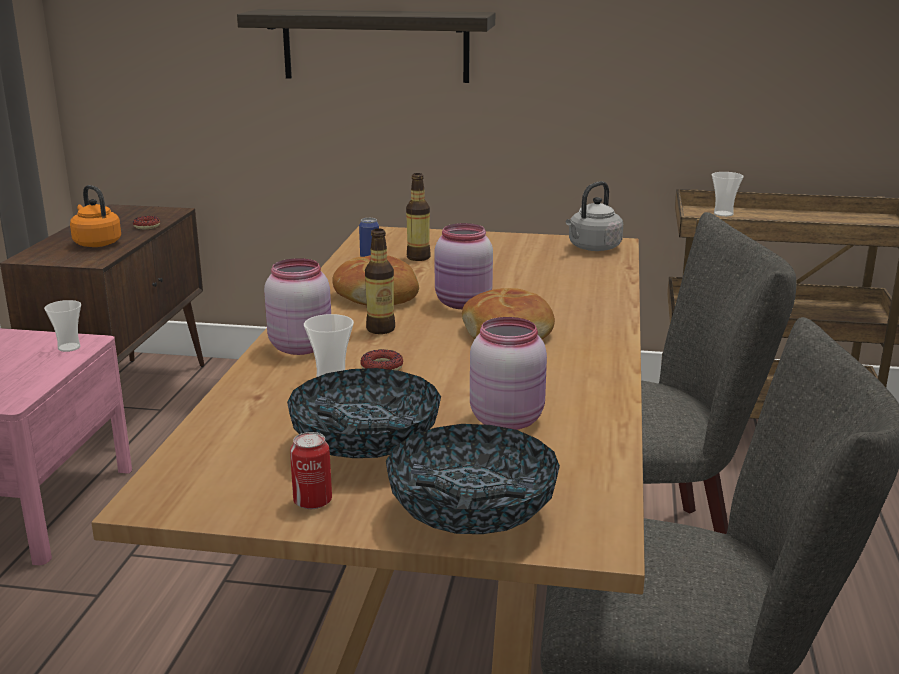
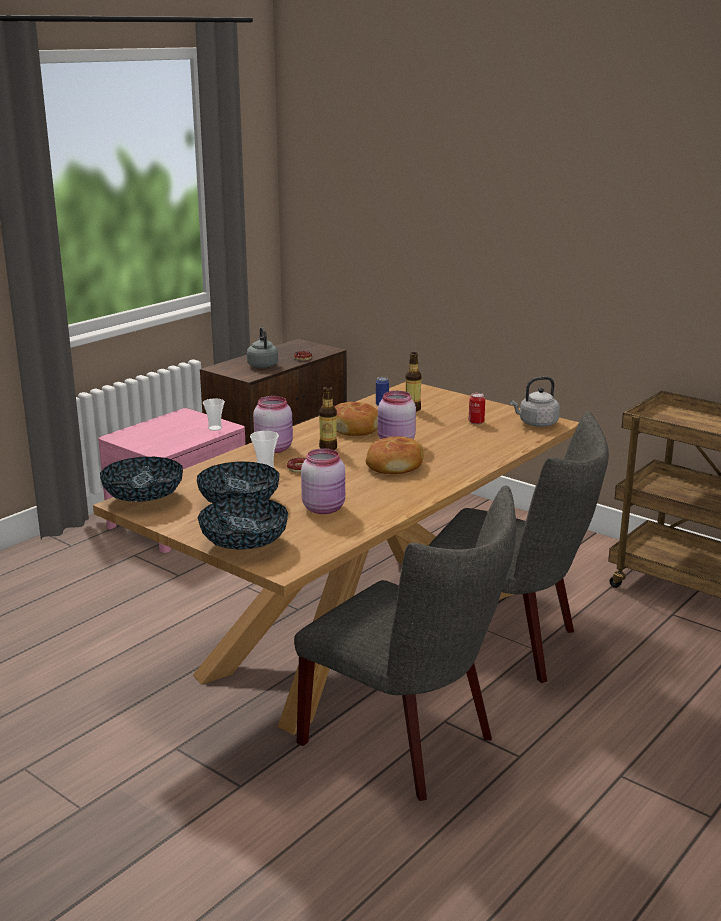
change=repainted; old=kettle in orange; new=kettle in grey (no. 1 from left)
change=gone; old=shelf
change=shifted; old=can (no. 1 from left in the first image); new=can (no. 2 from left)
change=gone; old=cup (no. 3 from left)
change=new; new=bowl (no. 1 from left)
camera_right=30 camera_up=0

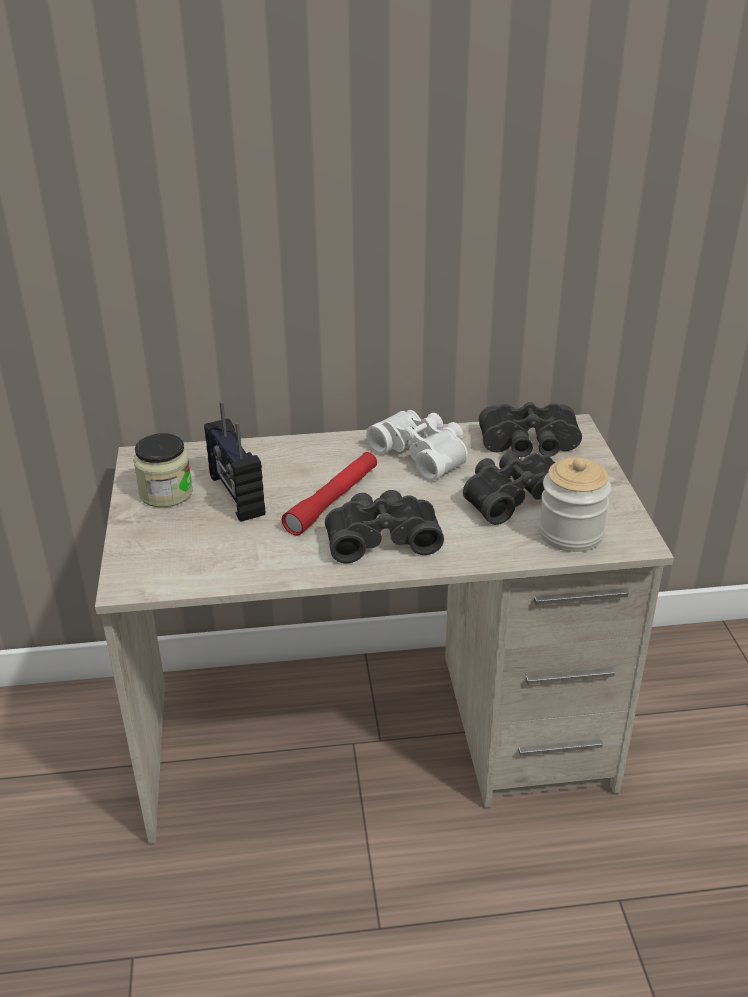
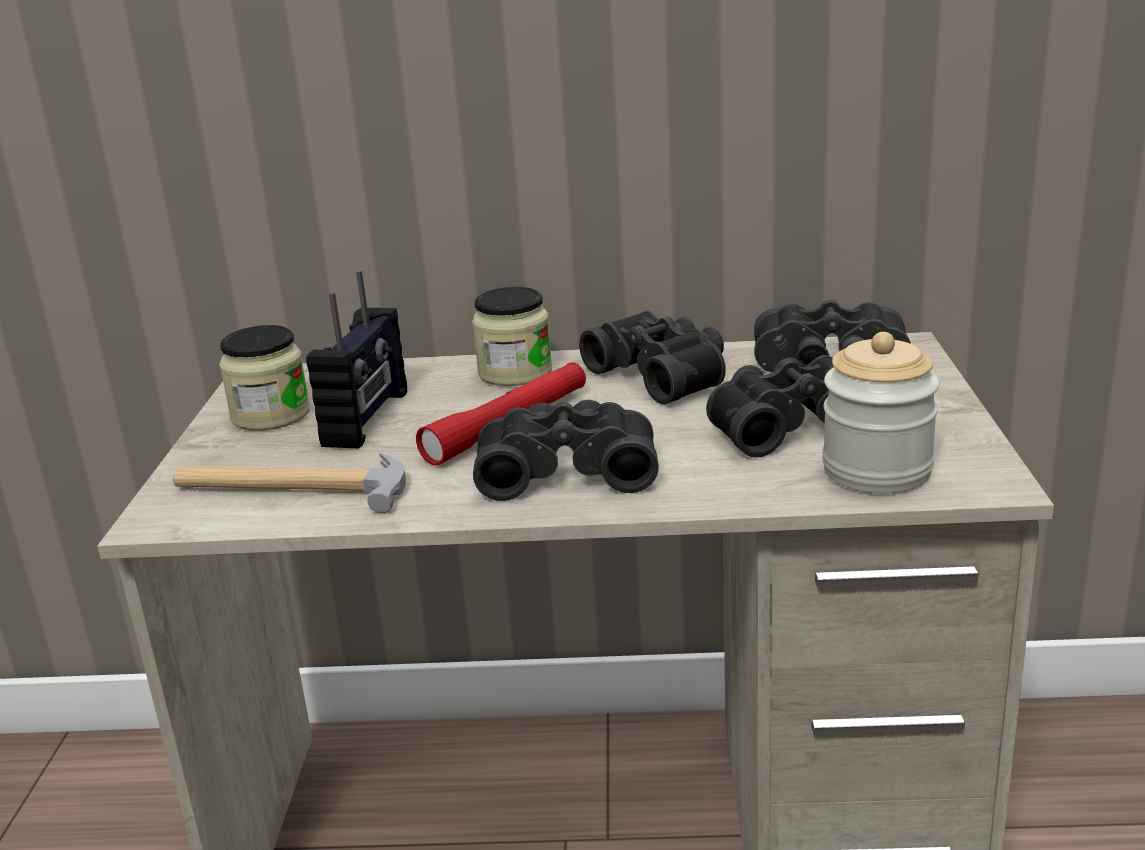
change=rotated; old=radio; degrees=-150
change=repainted; old=binoculars in white; new=binoculars in black (no. 2 from left)
change=new; new=hammer
change=new; new=jar (no. 2 from left)
camera_right=10 camera_up=-10

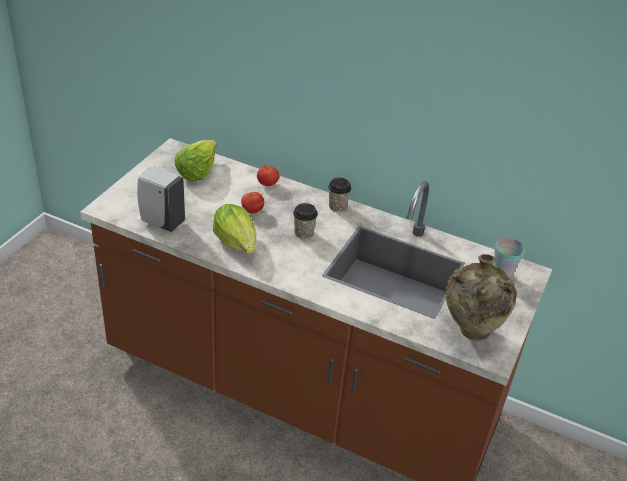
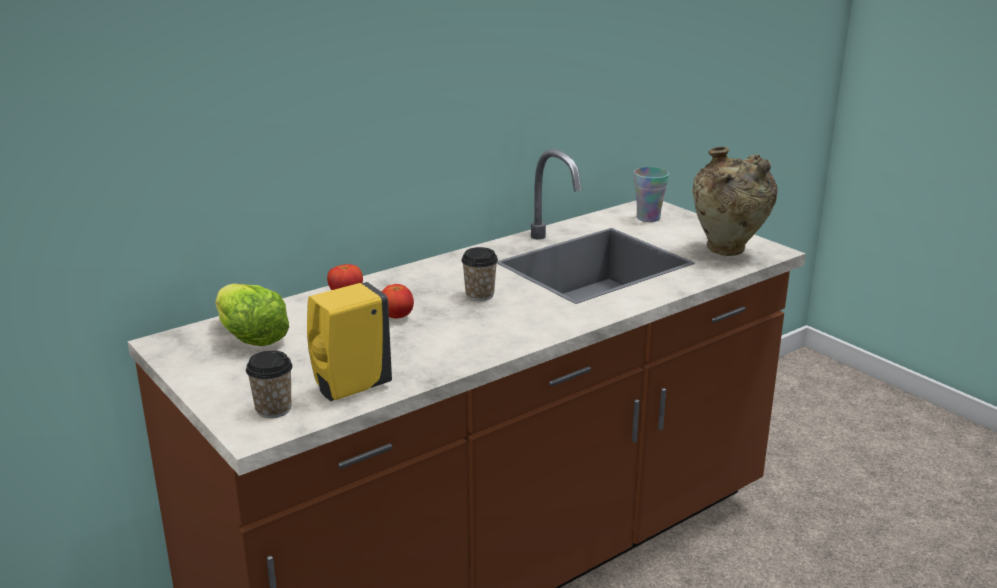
change=repainted; old=soap dispenser in white; new=soap dispenser in yellow
change=gone; old=lettuce (no. 2 from left)
change=shifted; old=cup (no. 2 from left in the first image); new=cup (no. 1 from left)
camera_right=-60 camera_up=-15

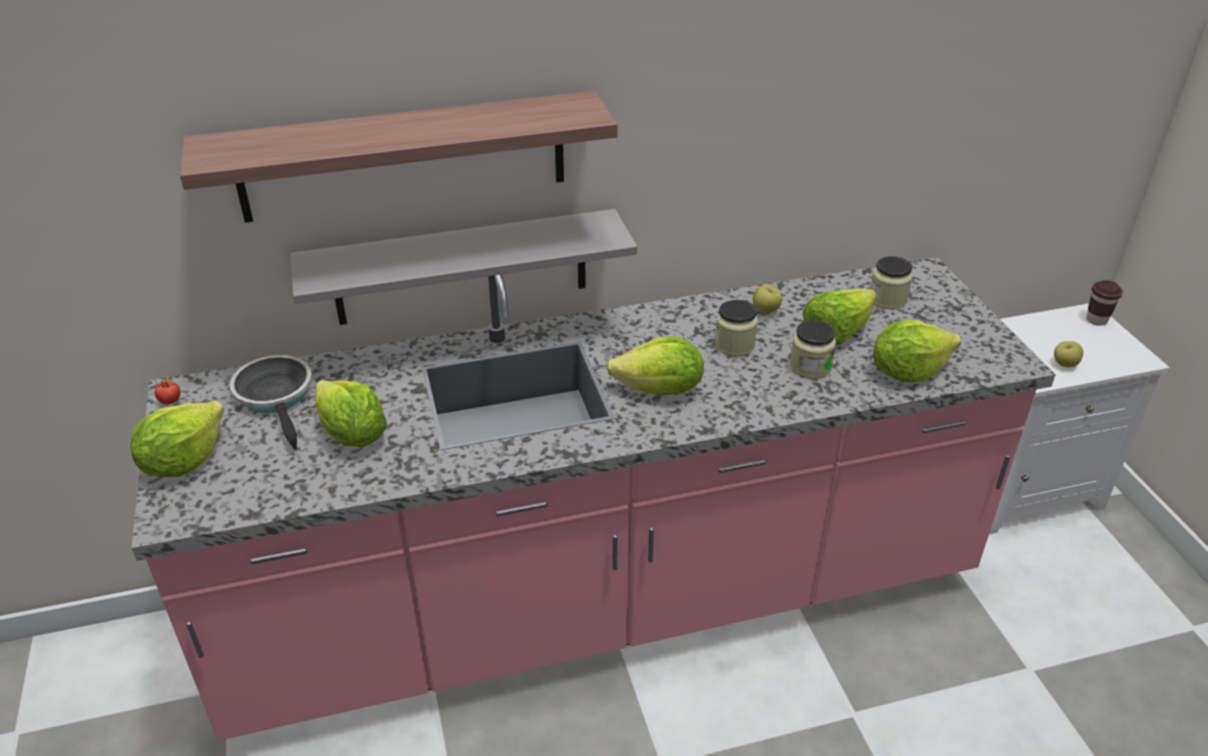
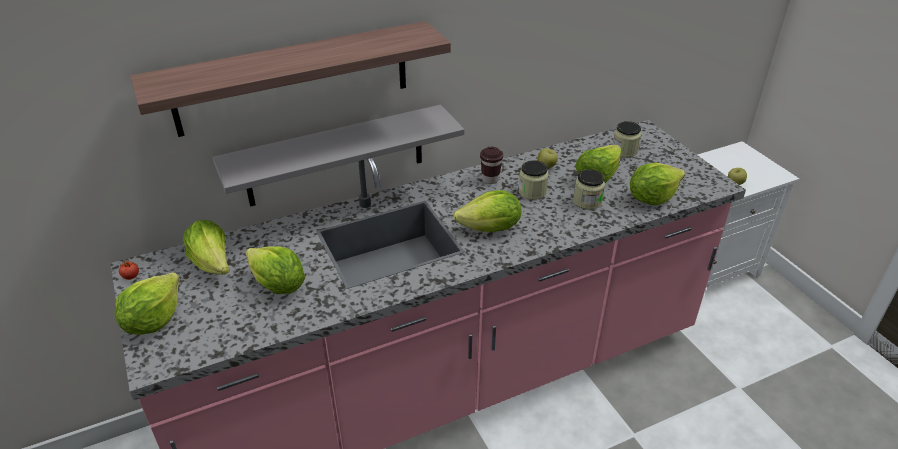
change=swapped; old=frying pan; new=lettuce (no. 2 from left)
change=shifted; old=cup in brown
camera_right=-10 camera_up=0

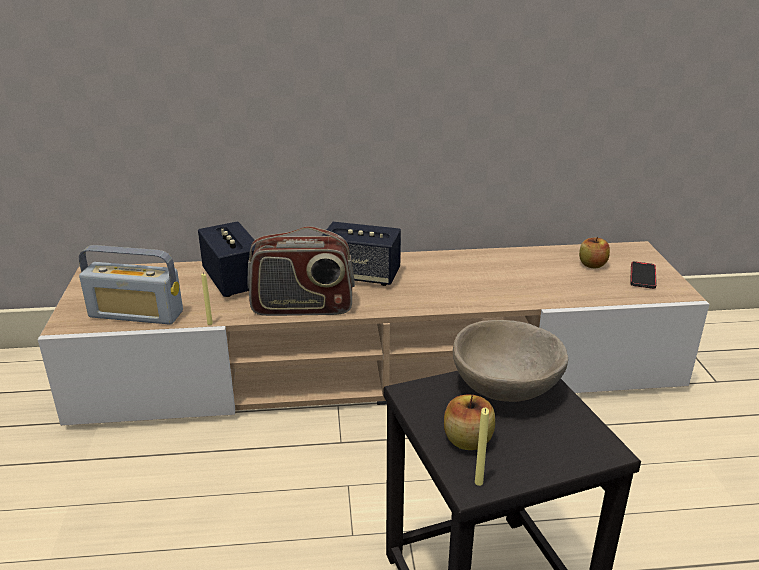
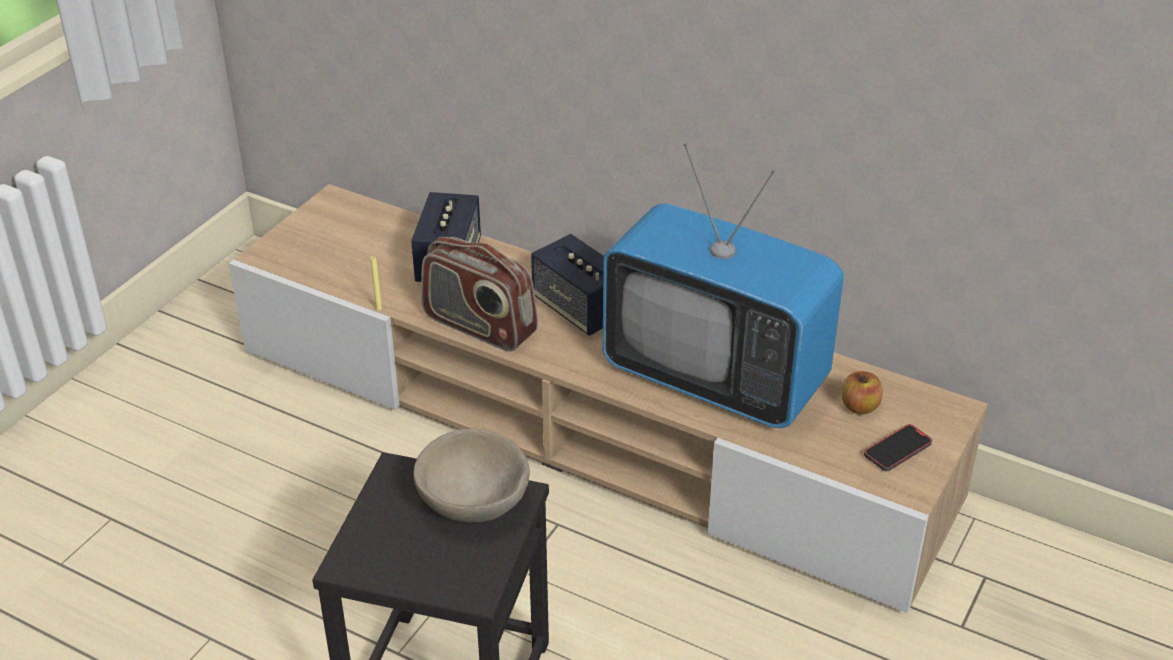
change=gone; old=radio (no. 1 from left)
change=gone; old=apple (no. 1 from left)
change=gone; old=candle in yellow (no. 2 from left)
change=new; new=television
camera_right=35 camera_up=10

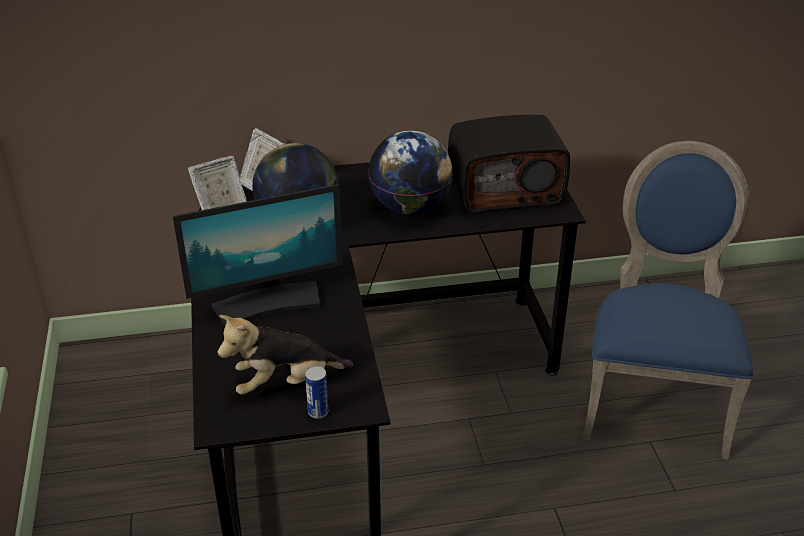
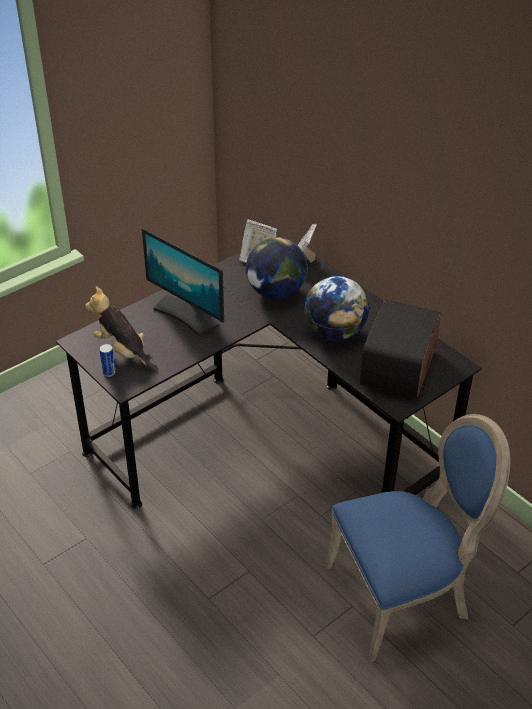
change=rotated; old=radio; degrees=60
camera_right=60 camera_up=5

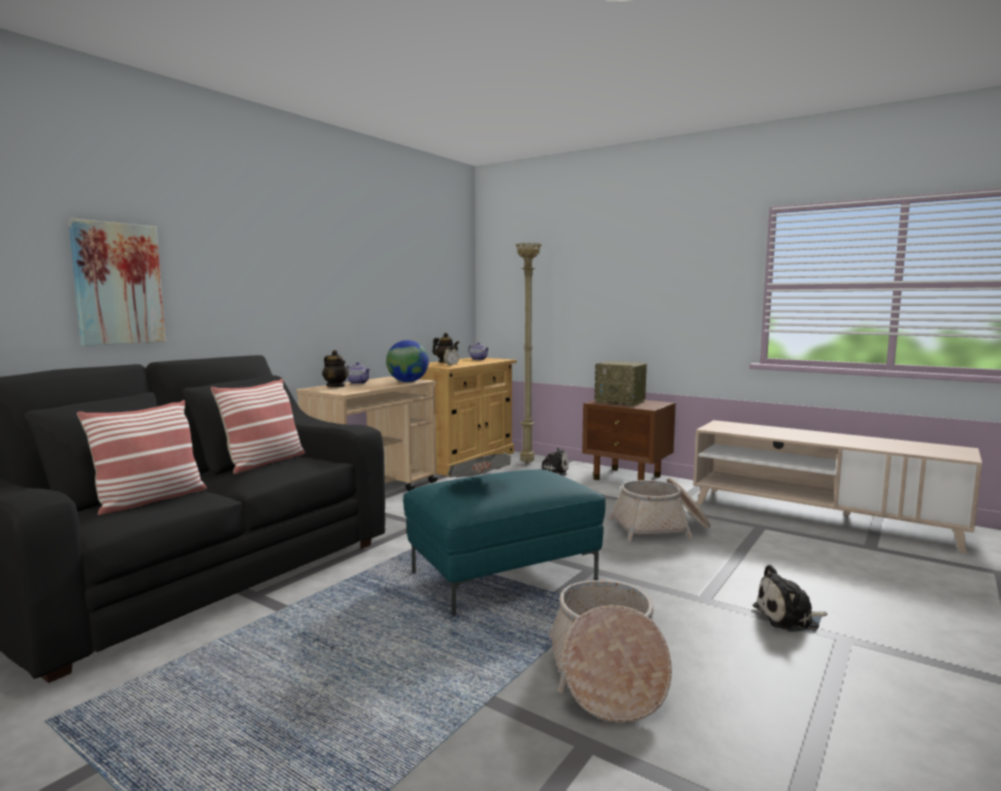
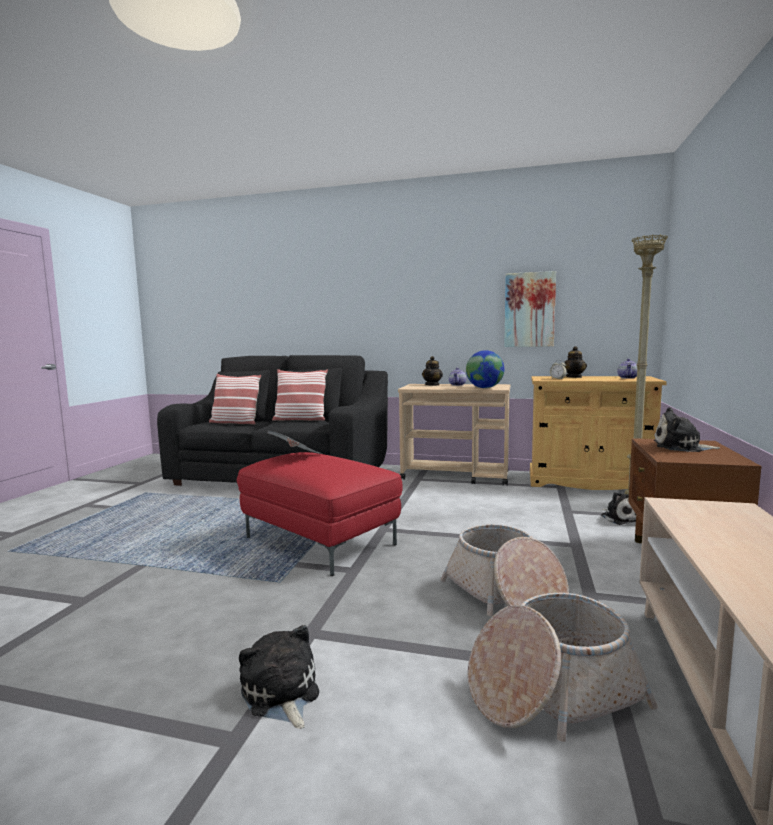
change=shifted; old=picture
change=repainted; old=ottoman in turquoise; new=ottoman in red
change=shifted; old=basket (no. 1 from left in the first image); new=basket (no. 2 from left)
change=swapped; old=radio; new=plush toy (no. 3 from left)
camera_right=70 camera_up=0

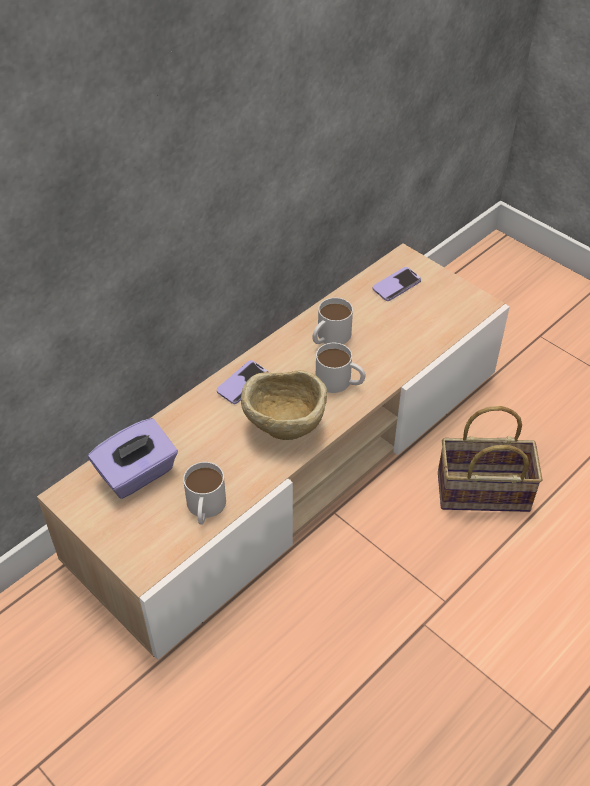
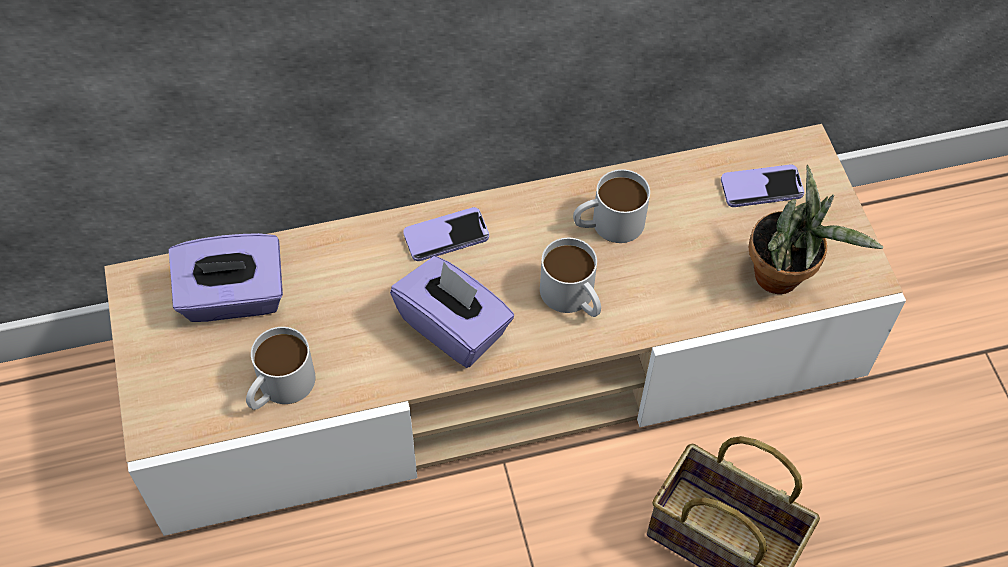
change=swapped; old=bowl in beige; new=tissue box in purple (no. 2 from left)
change=new; new=potted plant
camera_right=30 camera_up=10

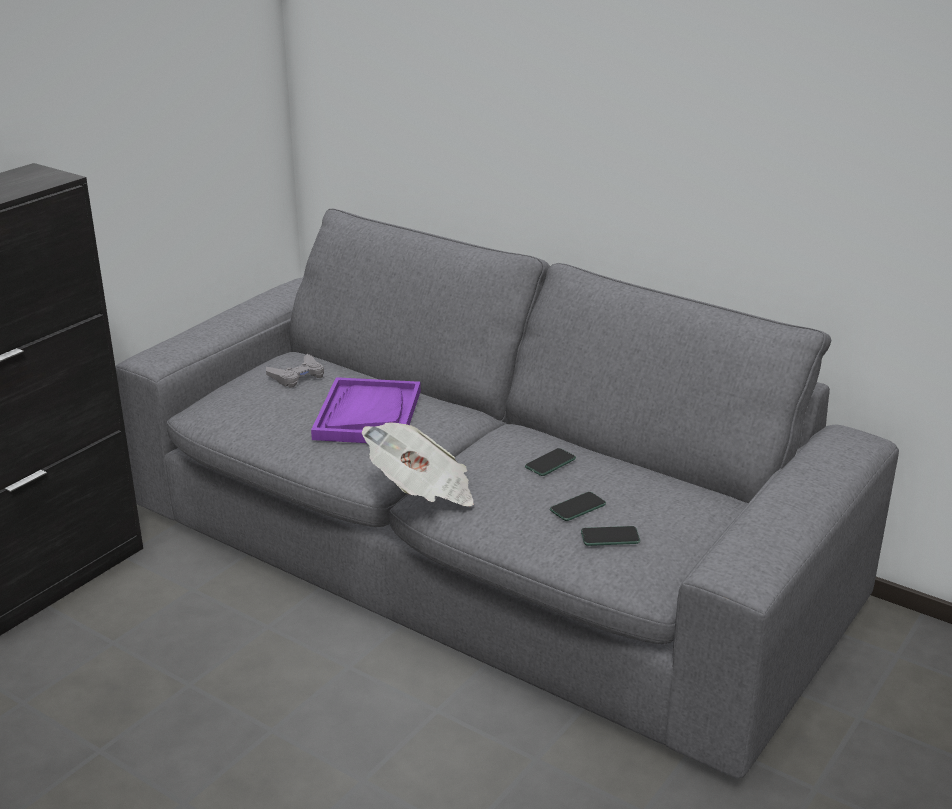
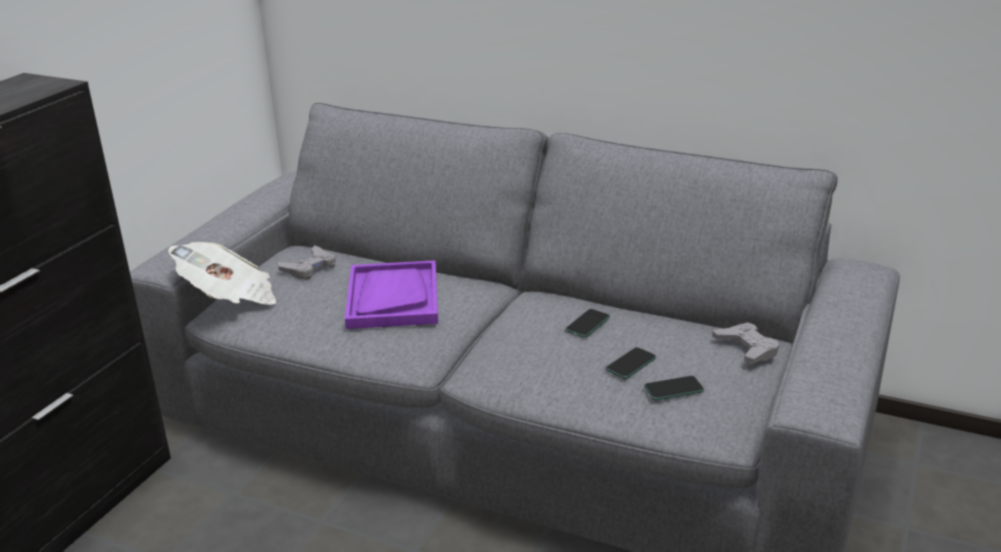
change=shifted; old=newspaper
change=new; new=game controller in grey (no. 2 from left)
camera_right=-10 camera_up=0

